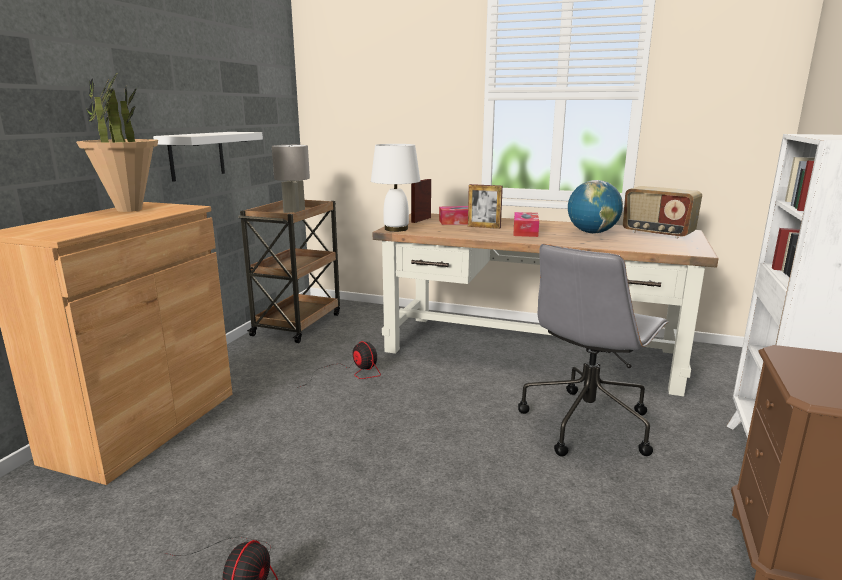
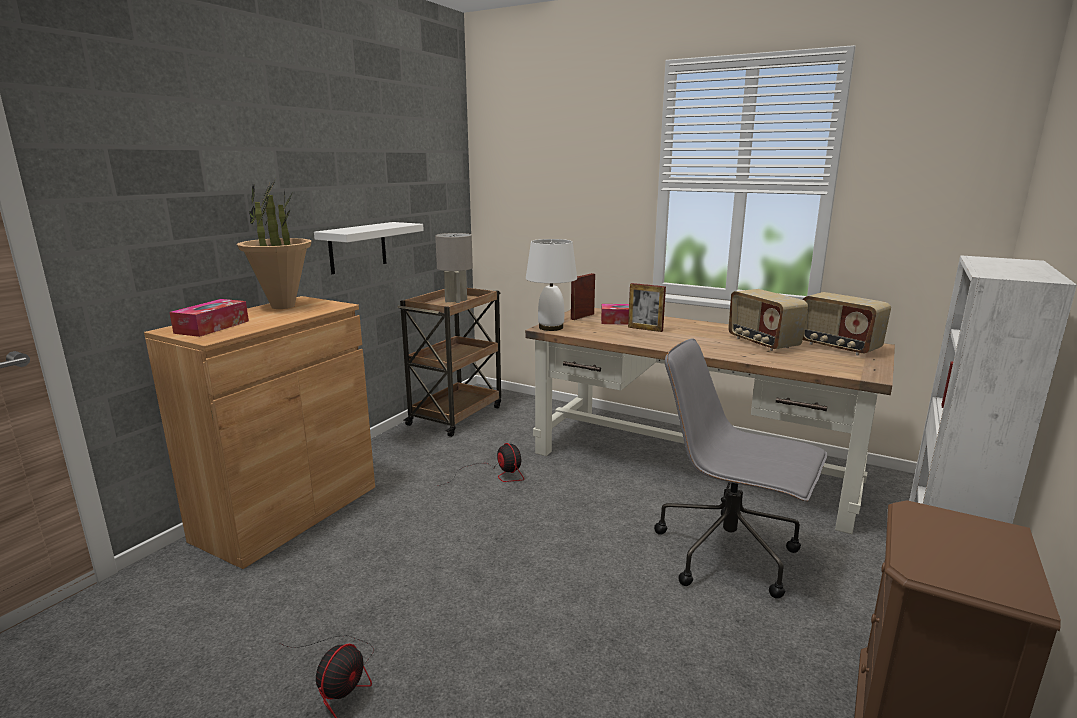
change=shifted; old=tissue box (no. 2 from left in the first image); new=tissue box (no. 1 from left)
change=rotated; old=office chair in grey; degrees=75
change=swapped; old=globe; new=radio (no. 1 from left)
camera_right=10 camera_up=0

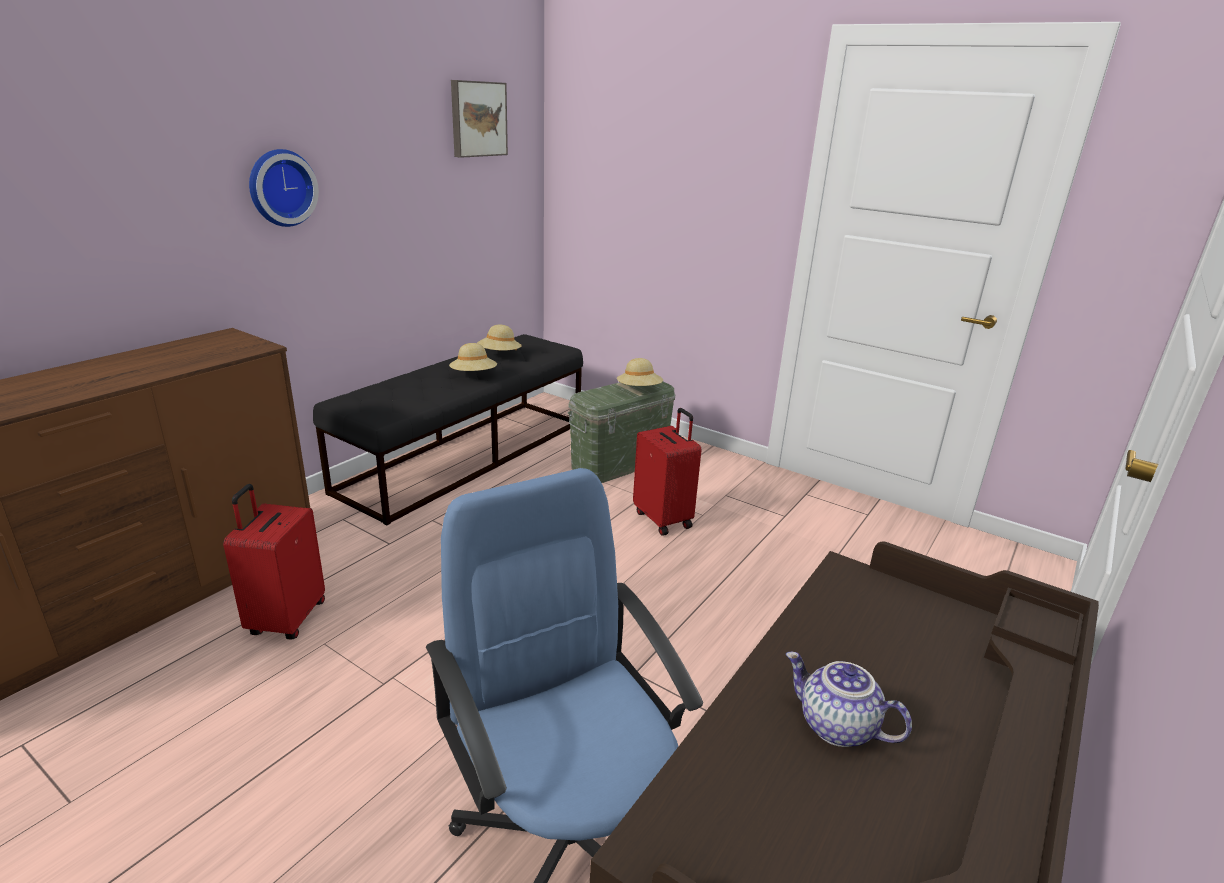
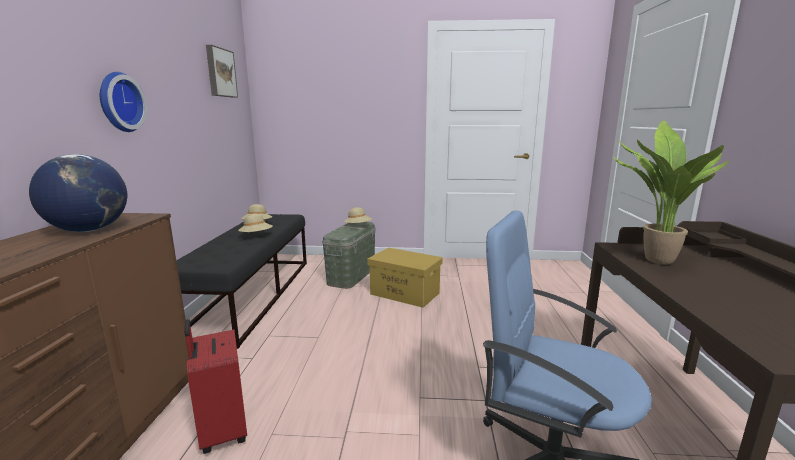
change=swapped; old=suitcase in red (no. 2 from left); new=storage box in yellow
change=gone; old=teapot
change=new; new=globe
change=new; new=potted plant
camera_right=-30 camera_up=-10

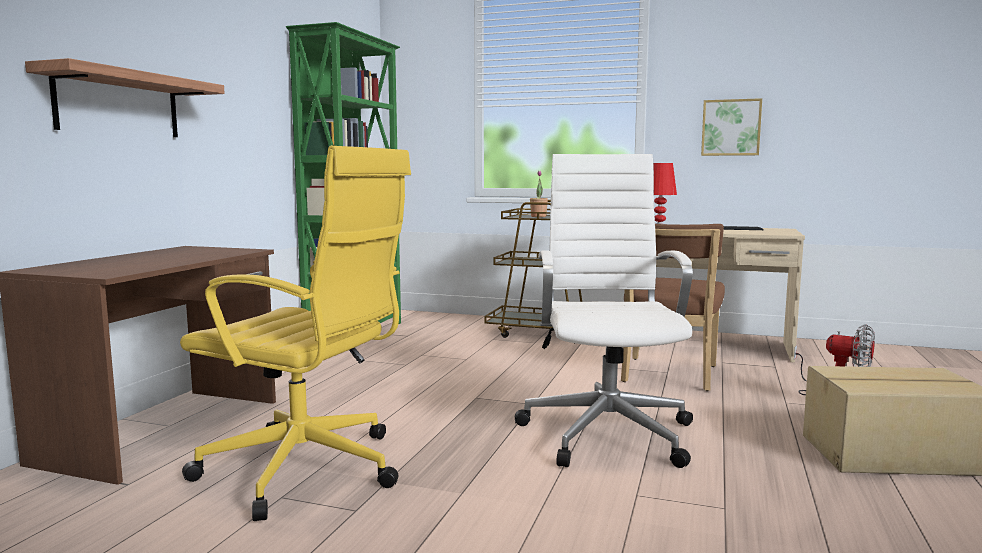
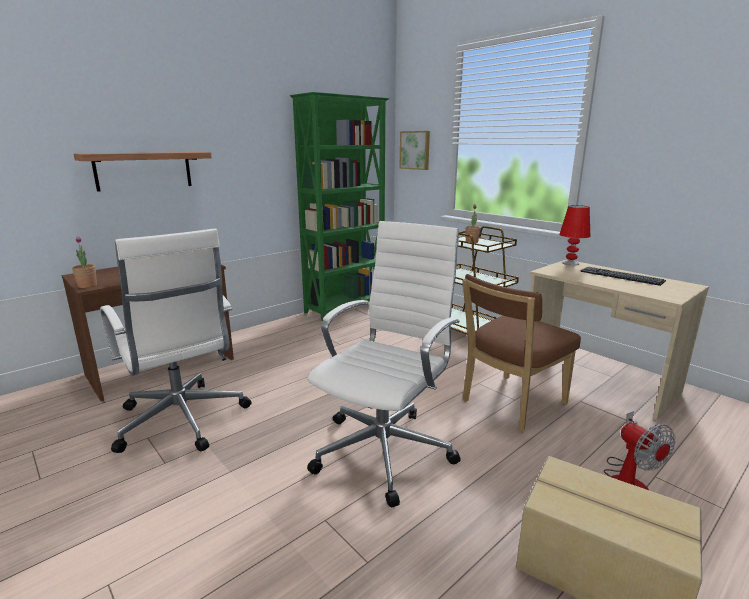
change=repainted; old=office chair in yellow; new=office chair in white (no. 1 from left)
change=shifted; old=picture
change=new; new=potted plant (no. 1 from left)
camera_right=30 camera_up=10

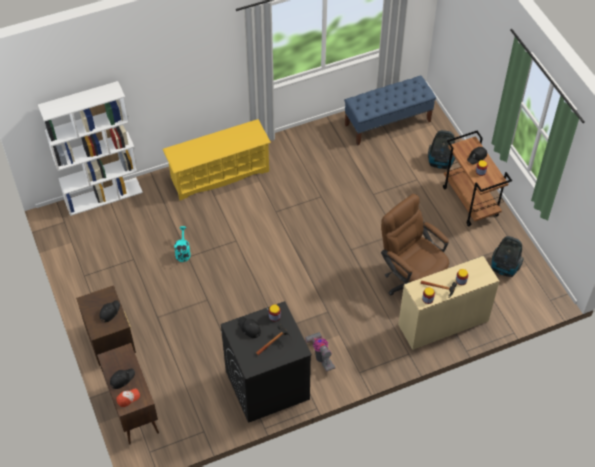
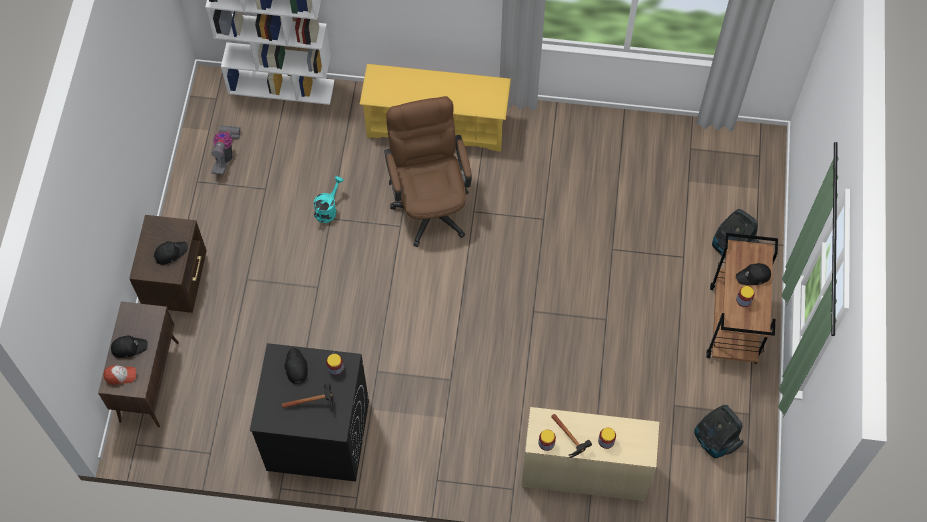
change=shifted; old=vacuum cleaner (no. 1 from left)
change=gone; old=bench in blue
change=shifted; old=office chair in brown
camera_right=30 camera_up=10

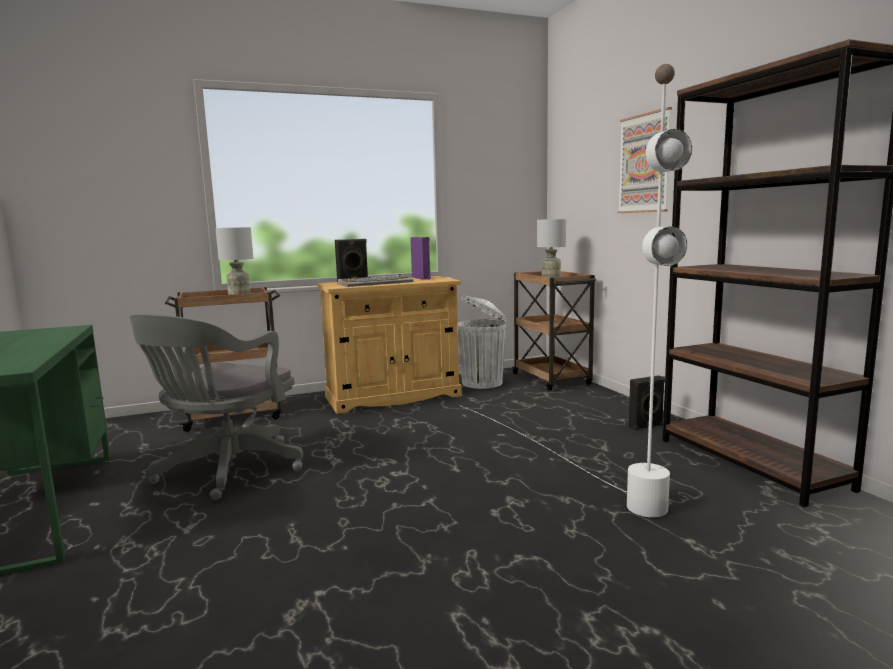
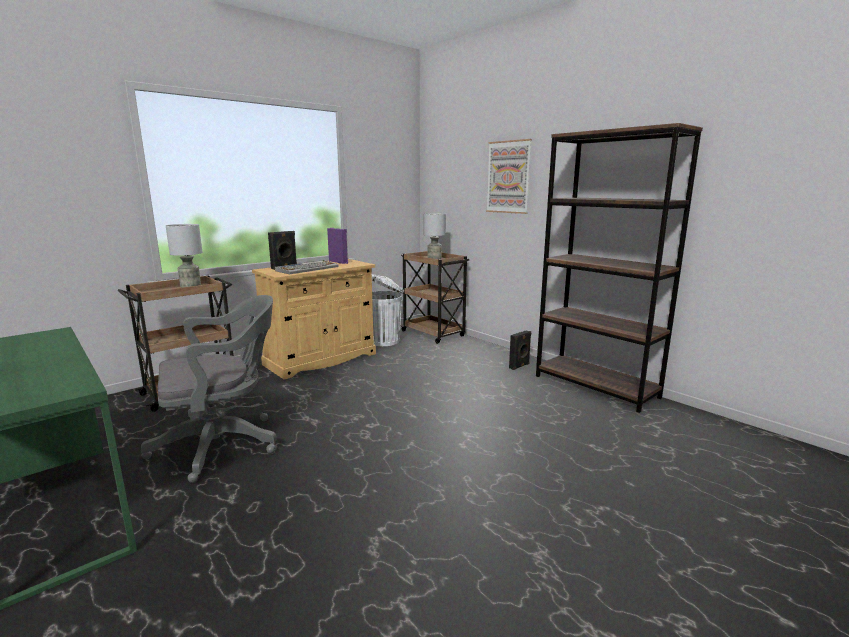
change=rotated; old=office chair in grey; degrees=-120
change=gone; old=floor lamp in white
camera_right=-20 camera_up=5

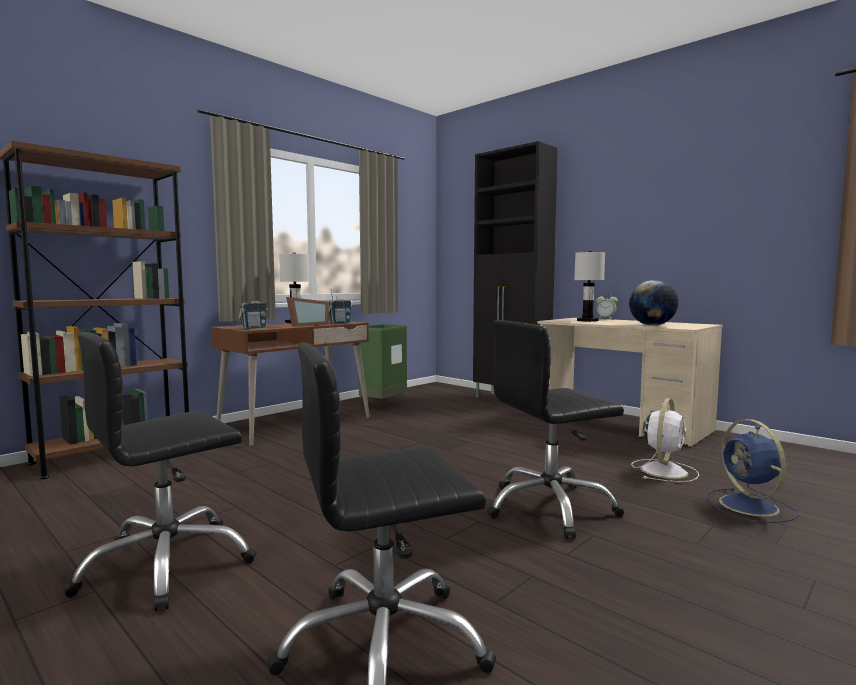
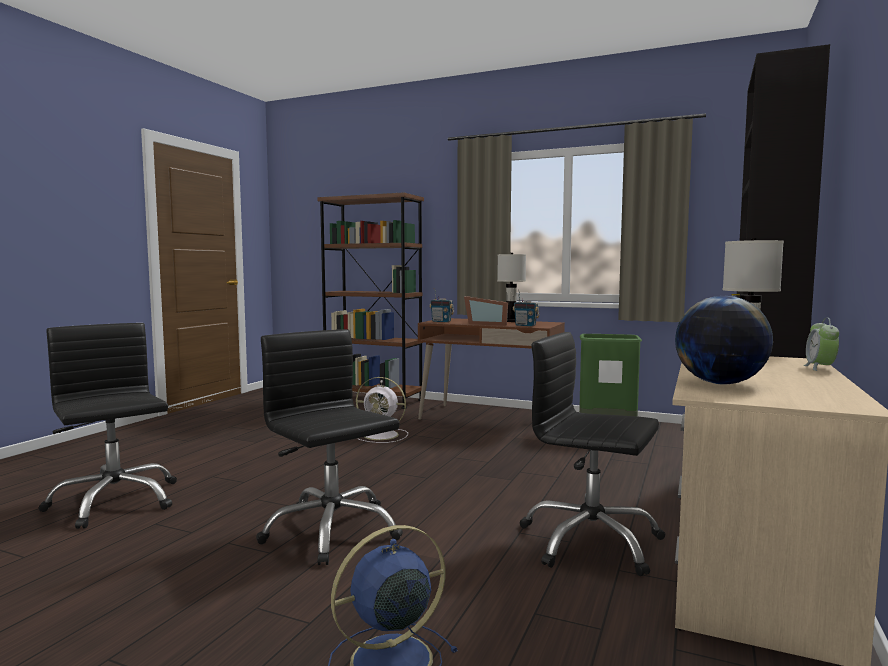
change=shifted; old=office chair in black (no. 1 from left in the first image); new=office chair in black (no. 3 from left)
change=shifted; old=fan in white
camera_right=70 camera_up=0

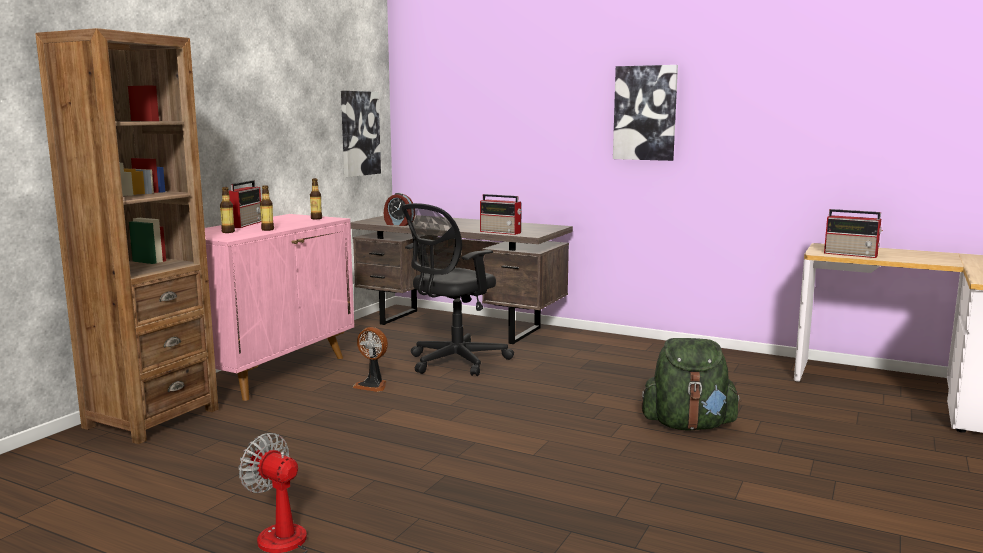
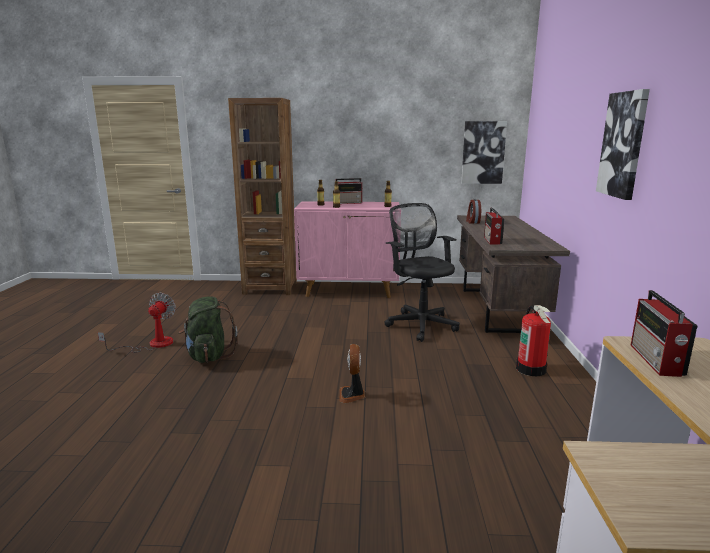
change=shifted; old=fan (no. 2 from left)
change=rotated; old=office chair in black; degrees=45
change=shifted; old=backpack in green
change=new; new=fire extinguisher
camera_right=65 camera_up=5

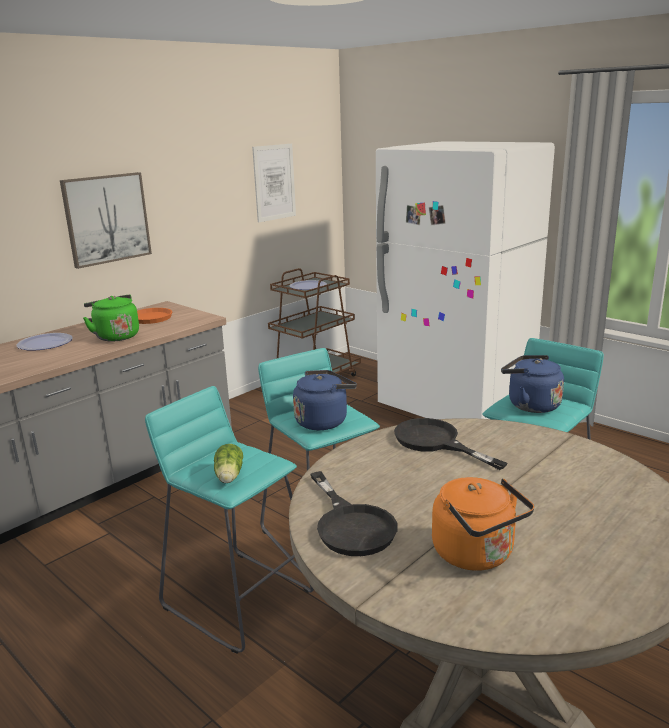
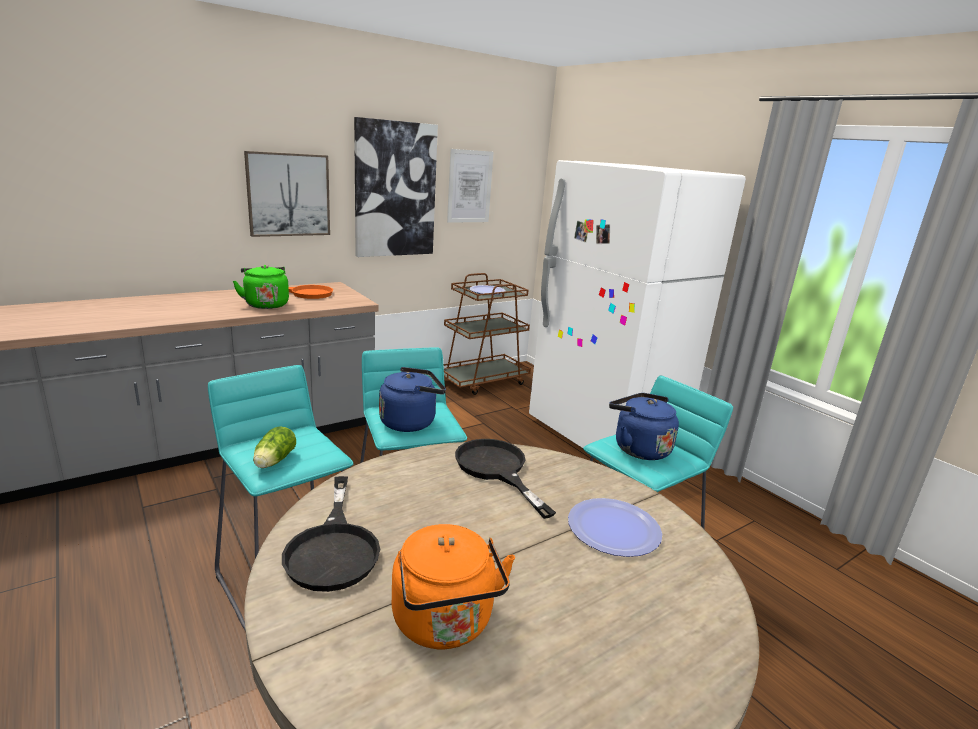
change=shifted; old=plate (no. 1 from left in the first image); new=plate (no. 2 from left)
change=new; new=picture (no. 2 from left)
camera_right=10 camera_up=0

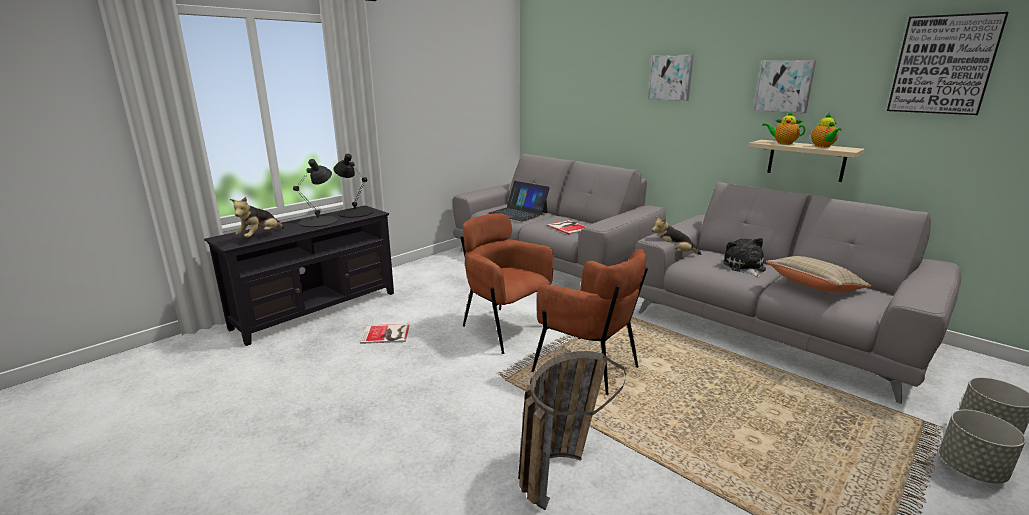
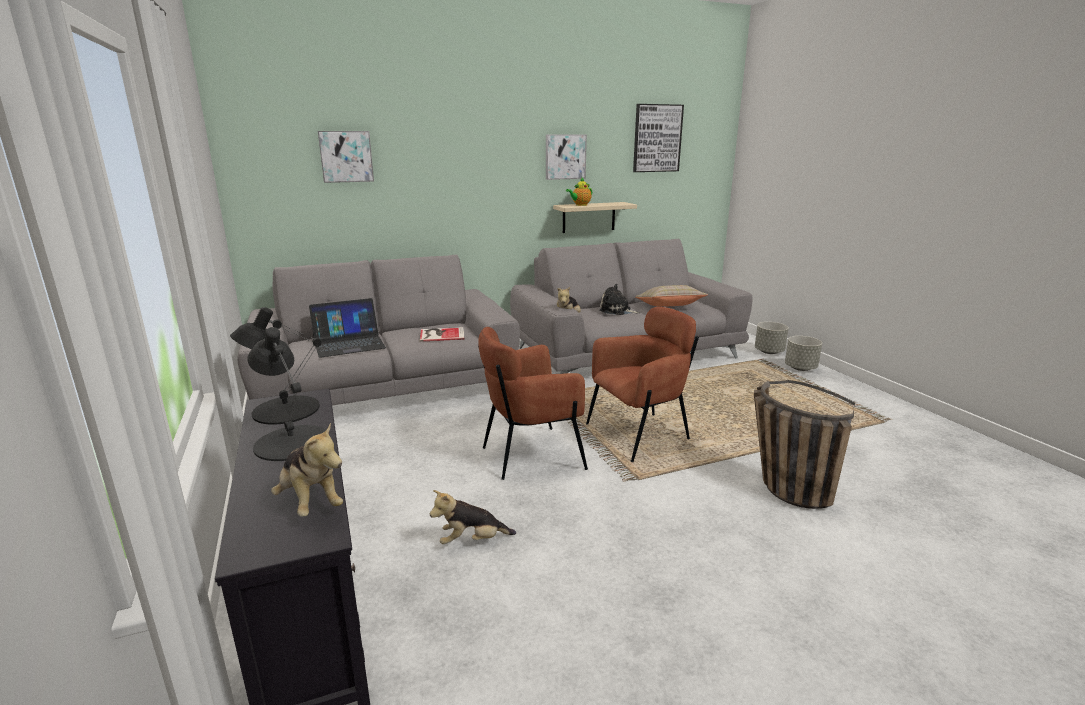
change=swapped; old=book (no. 1 from left); new=plush toy (no. 2 from left)
change=shifted; old=picture (no. 1 from left)
change=gone; old=teapot (no. 2 from left)
camera_right=-65 camera_up=0

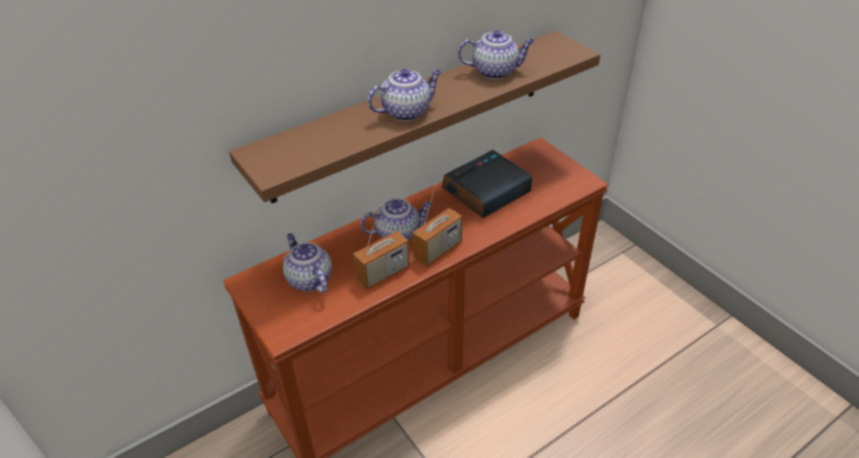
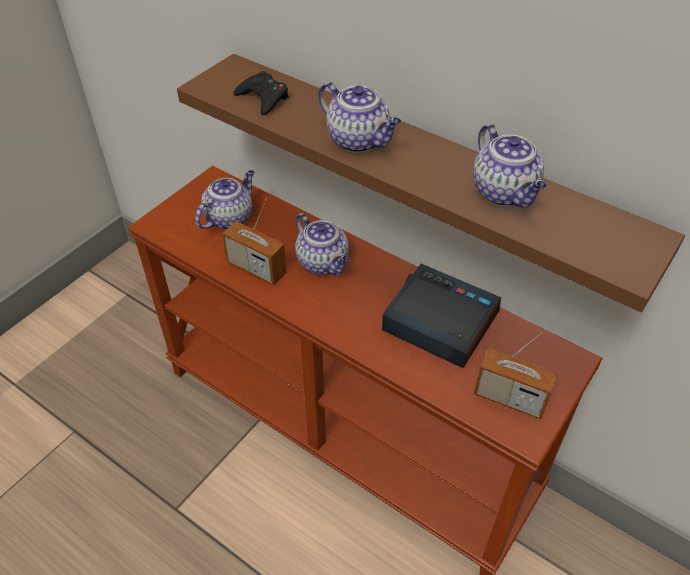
change=shifted; old=radio (no. 2 from left)
change=new; new=game controller in black
camera_right=70 camera_up=5

